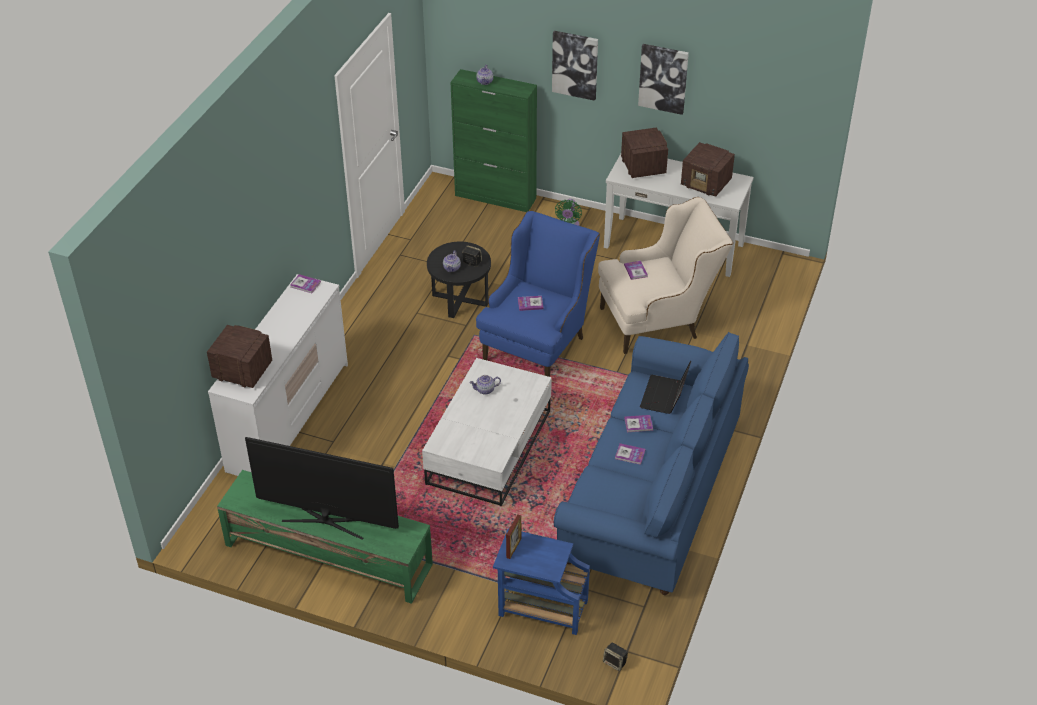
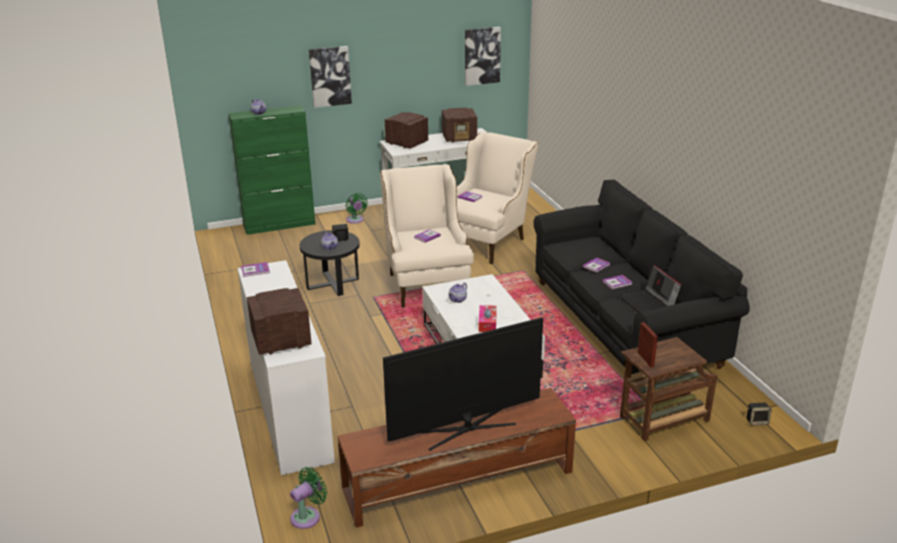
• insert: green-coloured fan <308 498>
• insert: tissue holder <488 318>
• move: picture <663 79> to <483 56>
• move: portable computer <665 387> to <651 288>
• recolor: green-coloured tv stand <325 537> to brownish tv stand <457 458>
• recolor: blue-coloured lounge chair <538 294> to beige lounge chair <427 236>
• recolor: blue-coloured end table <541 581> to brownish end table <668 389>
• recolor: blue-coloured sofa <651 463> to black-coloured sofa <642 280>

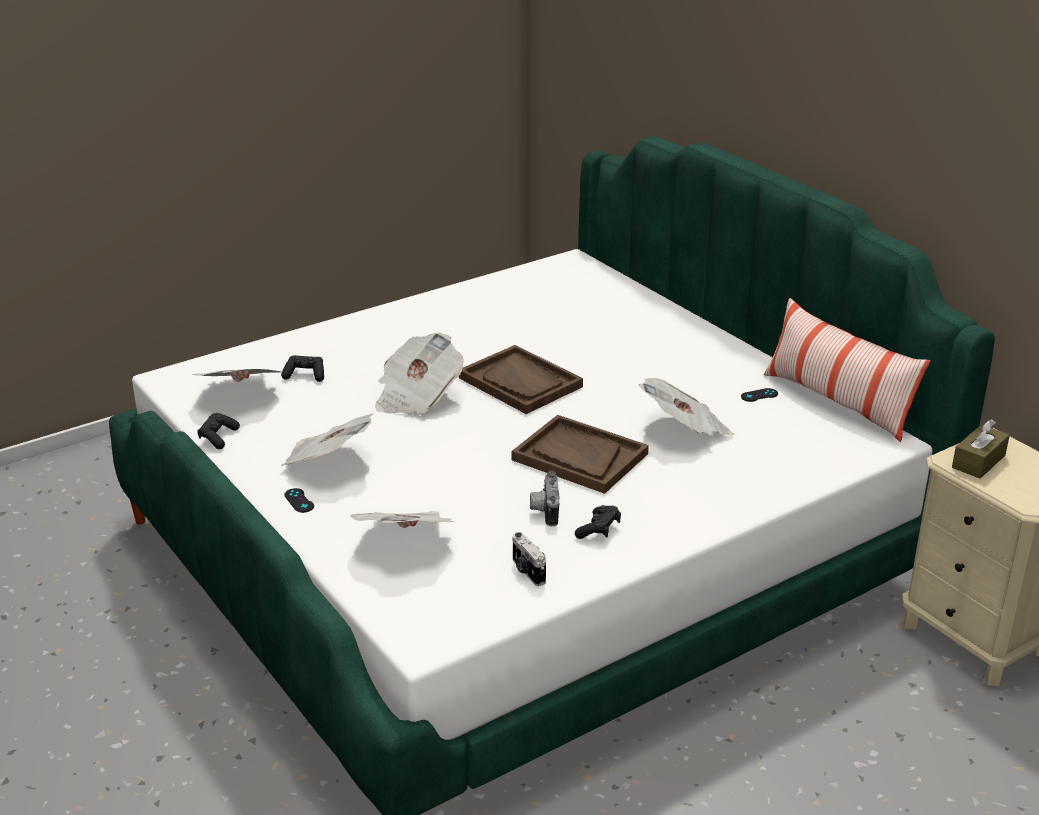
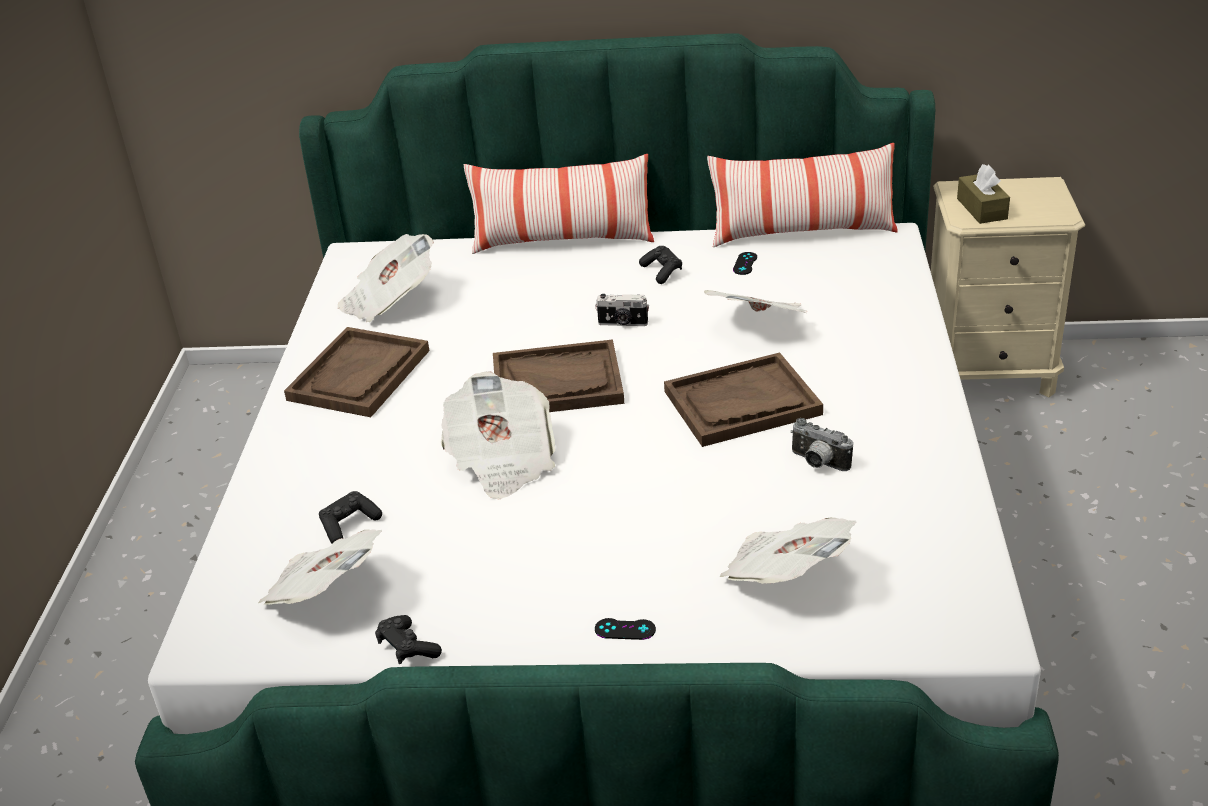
• insert: brownish tray <356 372>
• insert: pillow <559 204>
• move: daily paper <327 439> to <386 278>
• move: photo camera <529 559> to <622 310>
• move: black-coloured gamepad <598 522> to <660 265>

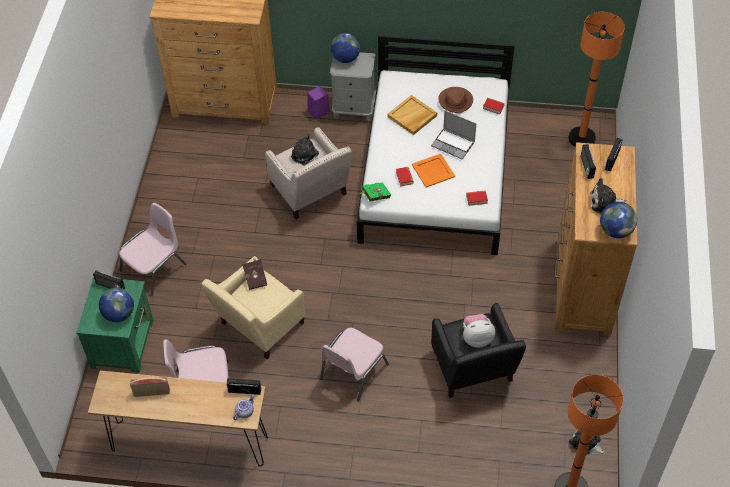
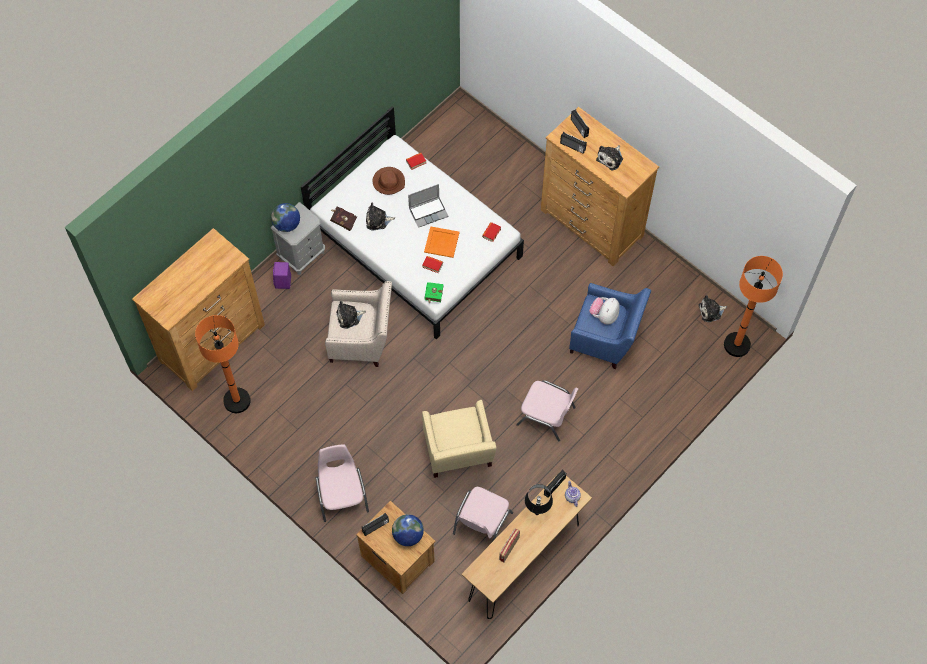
• delete: desk globe <618 220>
• insert: black-coloured table lamp <539 499>
• move: red-coloured book <254 274> to <343 218>
• move: orange standard lamp <596 79> to <223 364>
• replace: beige tray <412 115> to plush toy <380 217>
• recolor: green-coloured nightstand <114 325> to brownish nightstand <396 547>
• recolor: black-coloured lounge chair <478 350> to blue-coloured lounge chair <610 326>
• rotate: pink-coloured upright chair <354 365> = <547 411> 45 degrees counterclockwise

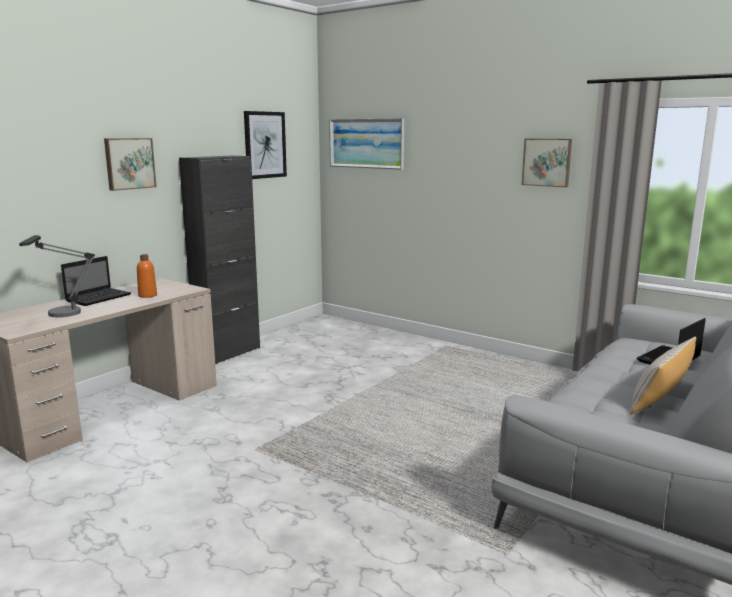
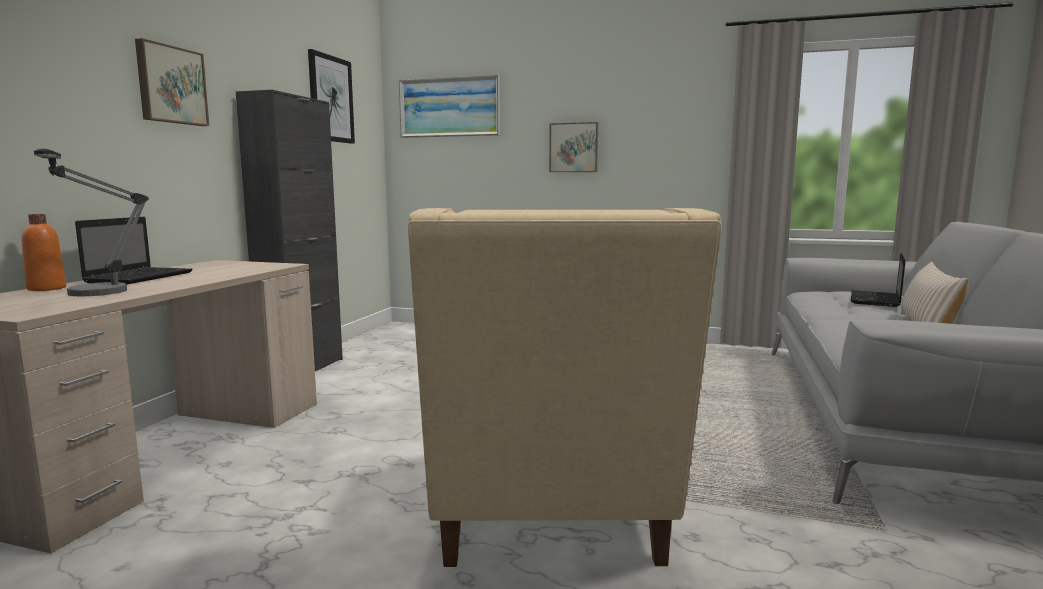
• insert: beige lounge chair <564 387>
• move: orange drink bottle <147 276> to <43 252>
• move: picture <547 163> to <573 147>

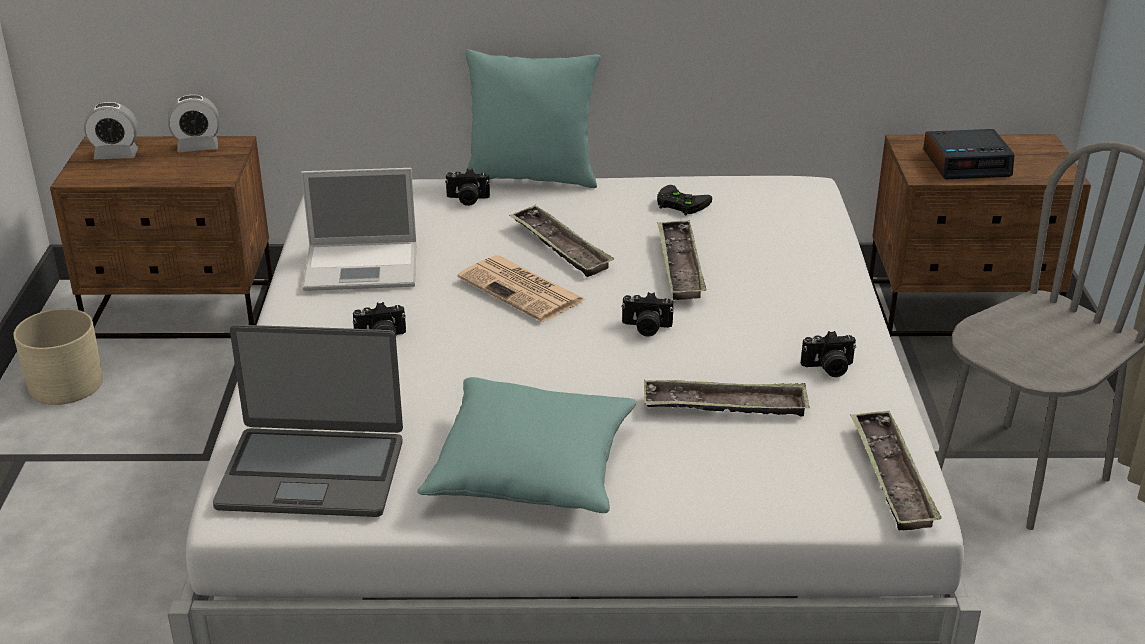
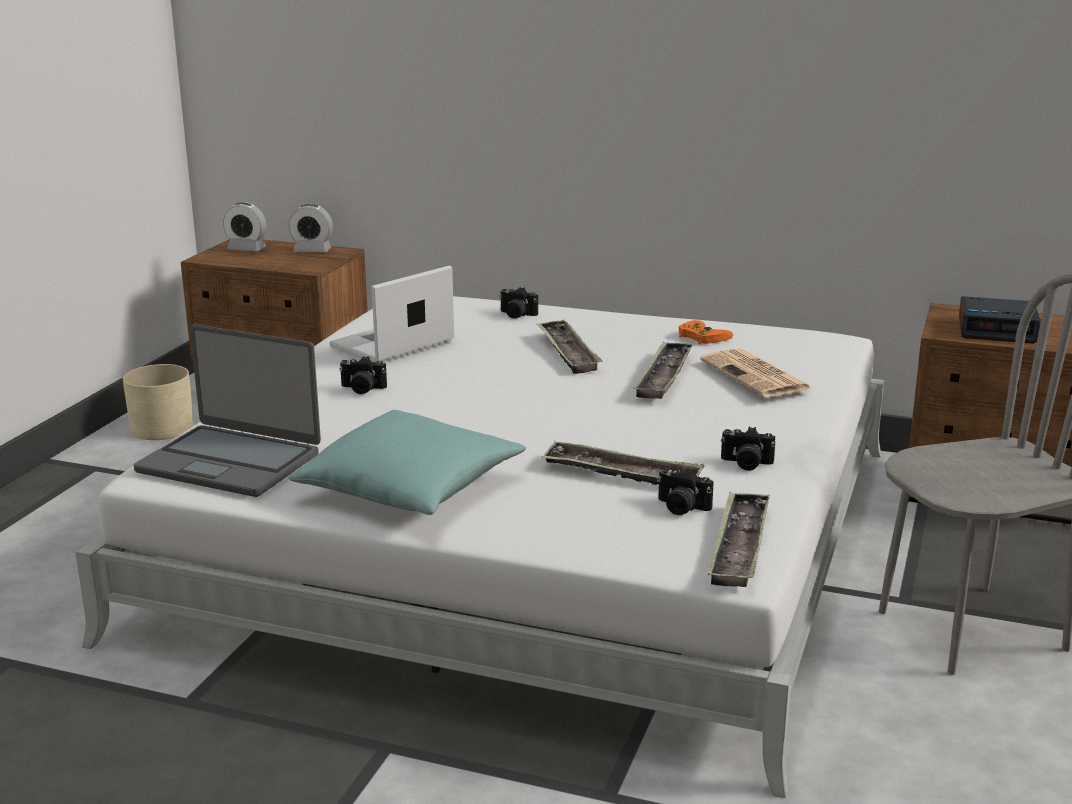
• delete: turquoise-coloured pillow <533 118>
• move: daily paper <521 288> to <756 373>
• move: photo camera <647 314> to <685 491>
• recolor: black-coloured gamepad <684 200> to orange gamepad <705 332>
• rotate: portable computer <358 229> = <391 314> 120 degrees clockwise

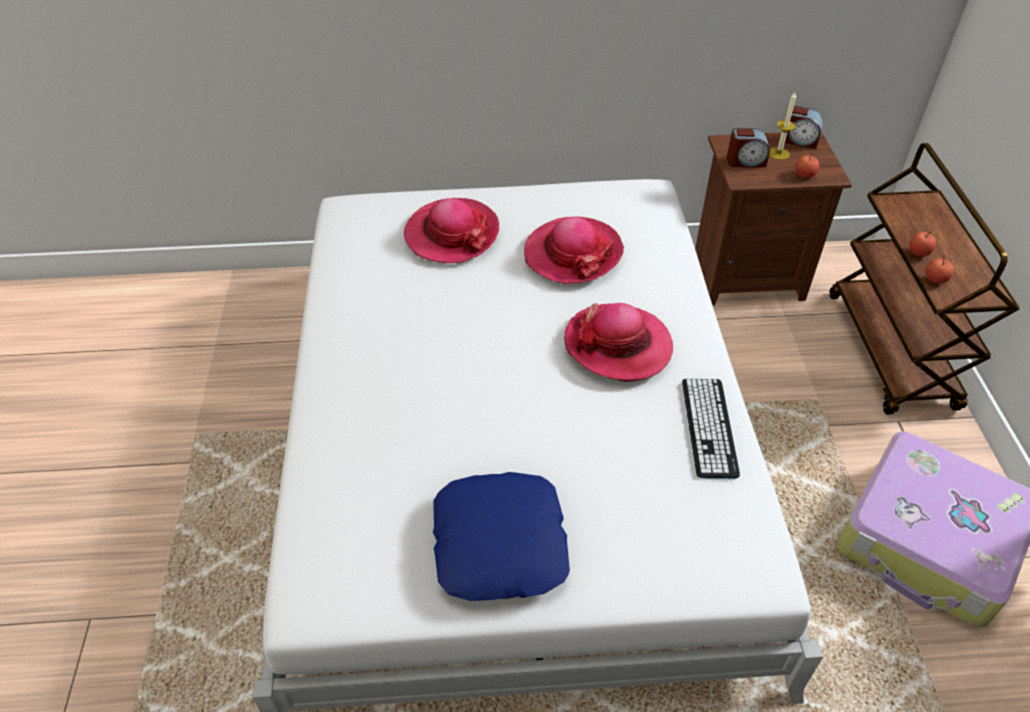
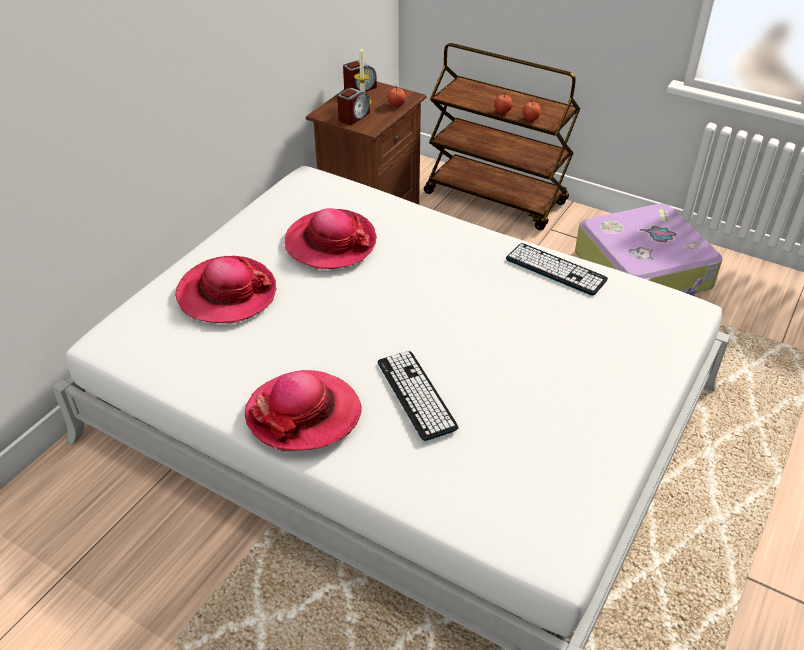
• delete: blue-coloured pillow <501 536>
• insert: keyboard <417 396>
• move: hat <618 342> to <303 410>

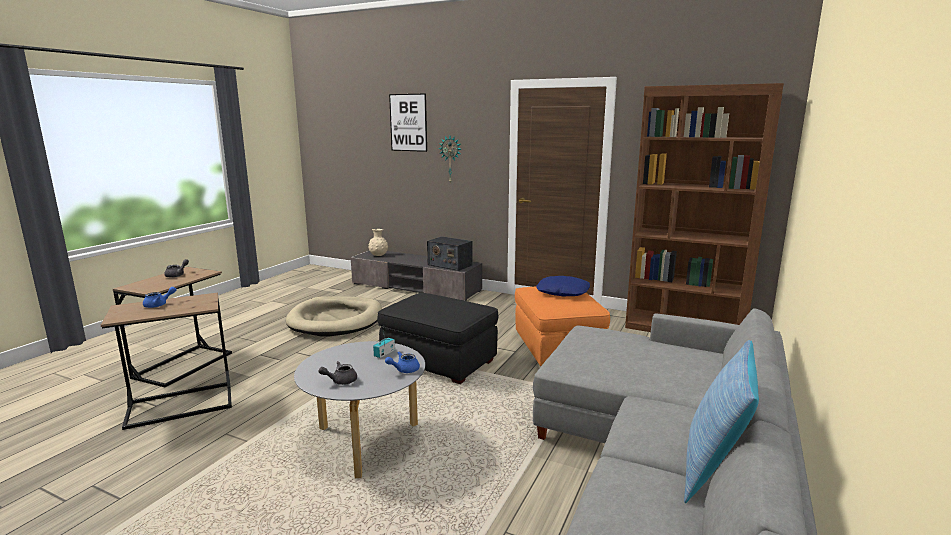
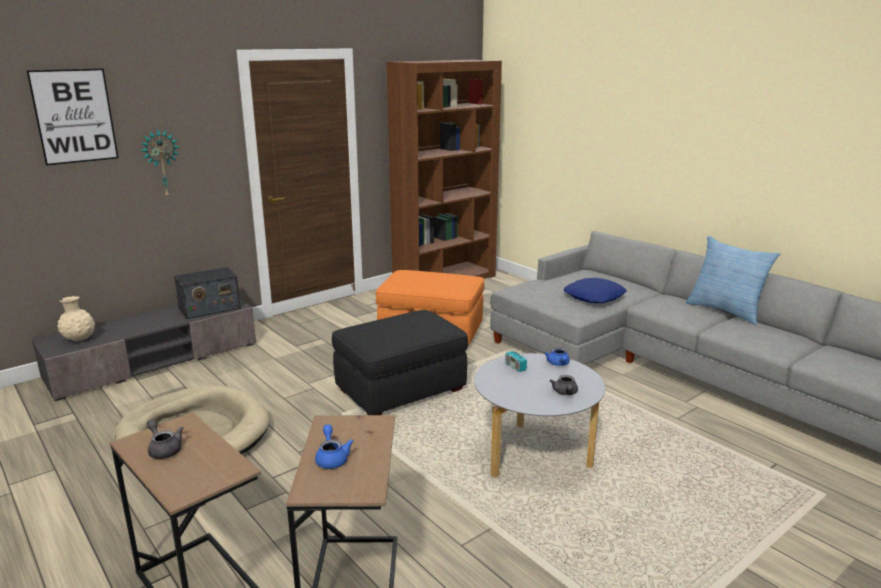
• move: blue-coloured pillow <563 286> to <595 290>

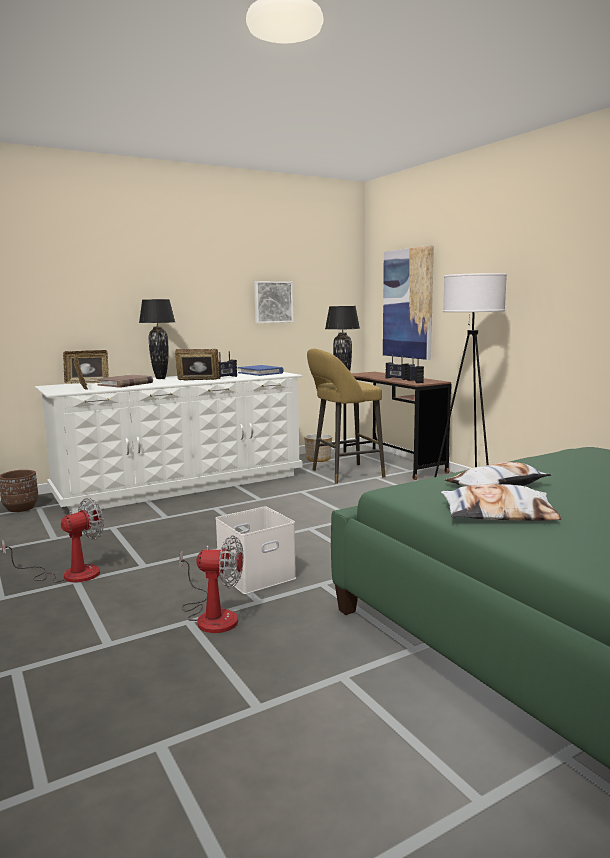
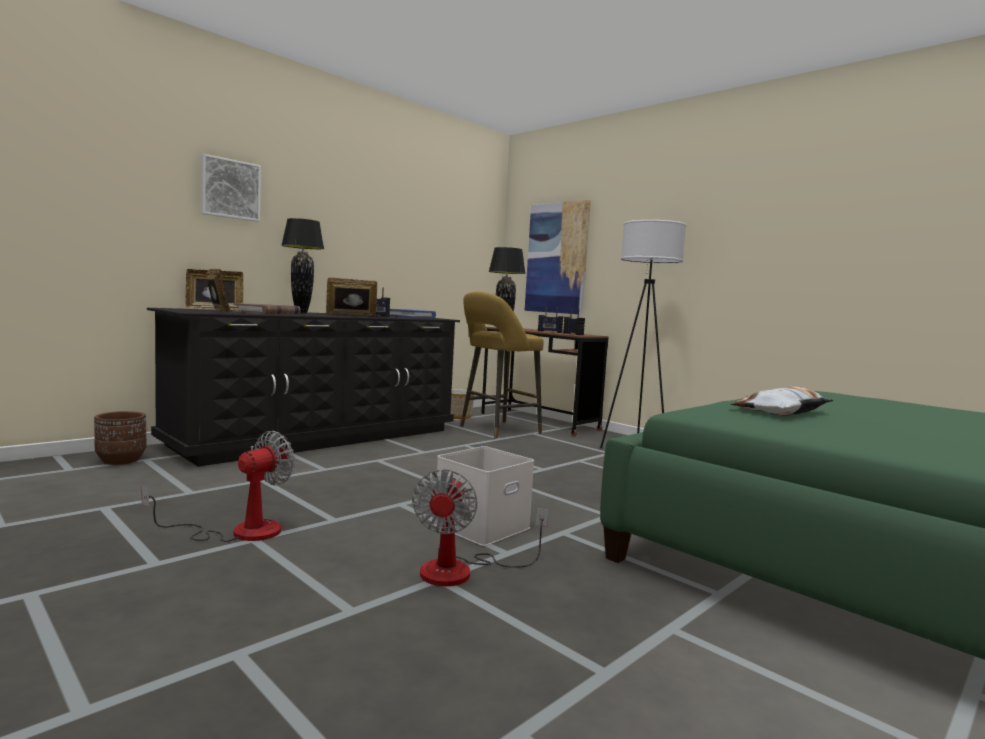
• delete: pillow <501 502>
• move: picture <273 302> to <231 188>
• recolor: white-coloured dresser <169 442> to black-coloured dresser <303 387>
• rotate: fan <211 584> = <480 527> 105 degrees clockwise

